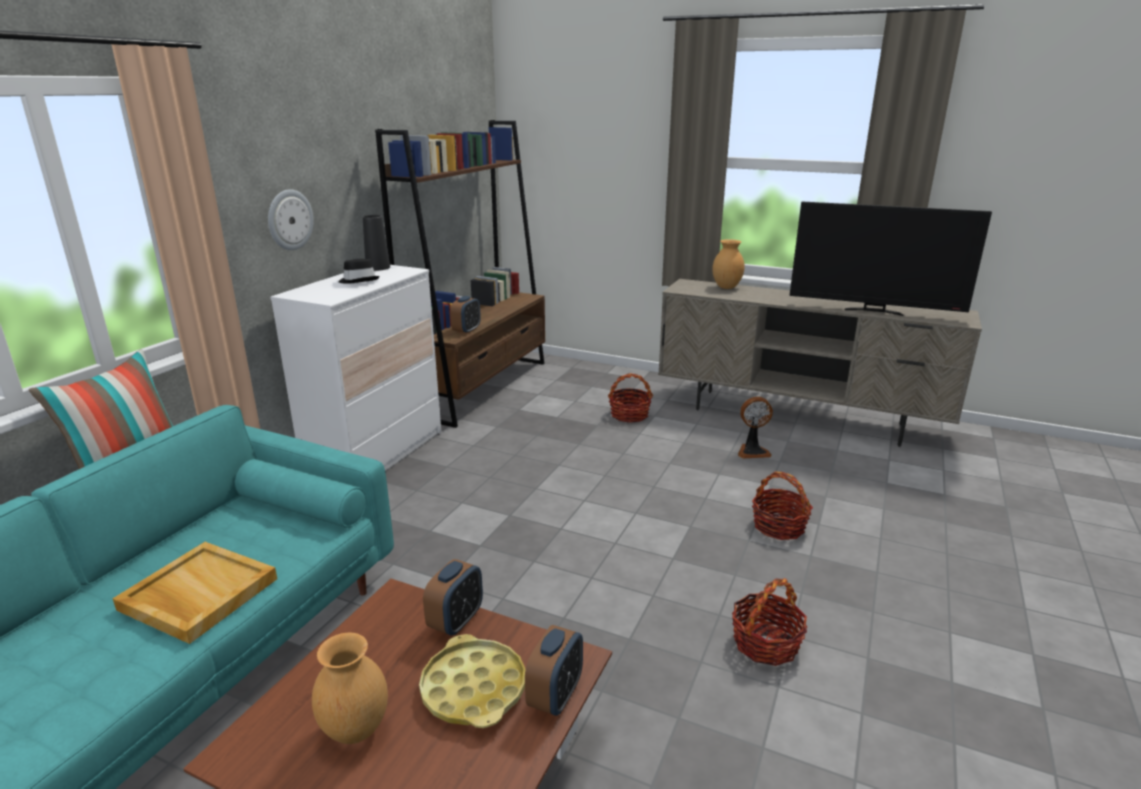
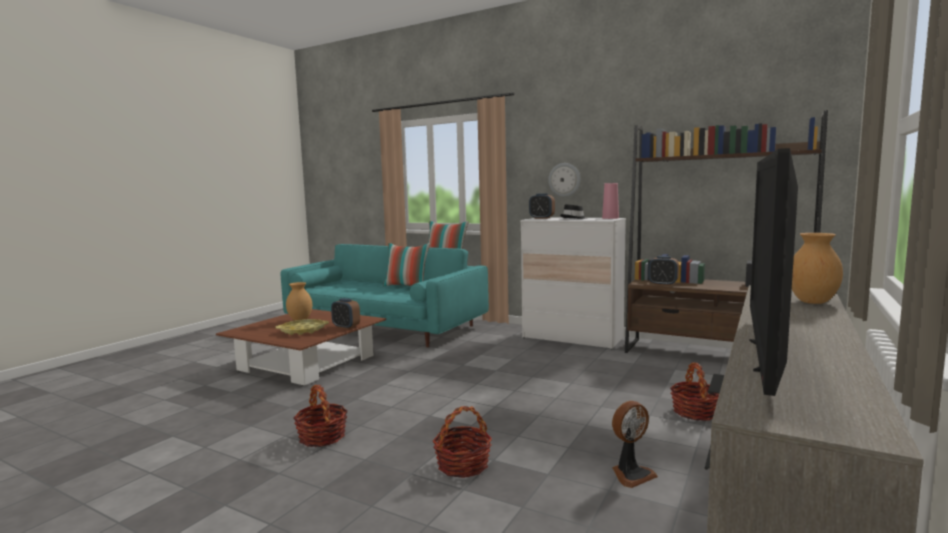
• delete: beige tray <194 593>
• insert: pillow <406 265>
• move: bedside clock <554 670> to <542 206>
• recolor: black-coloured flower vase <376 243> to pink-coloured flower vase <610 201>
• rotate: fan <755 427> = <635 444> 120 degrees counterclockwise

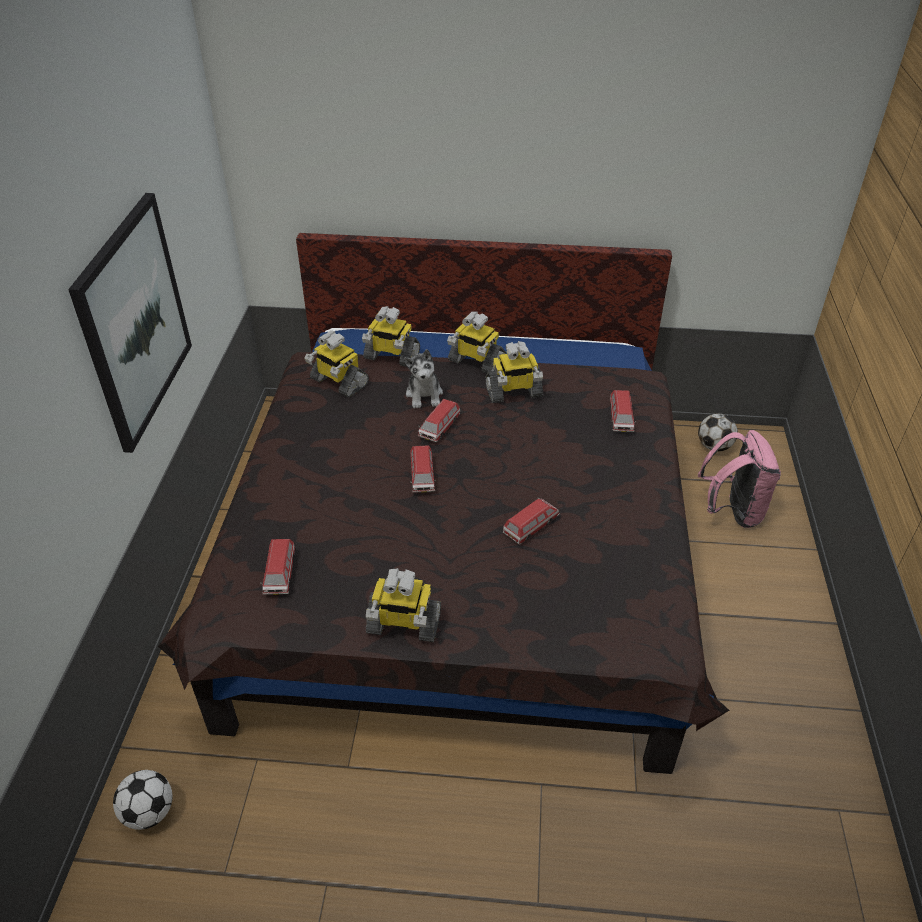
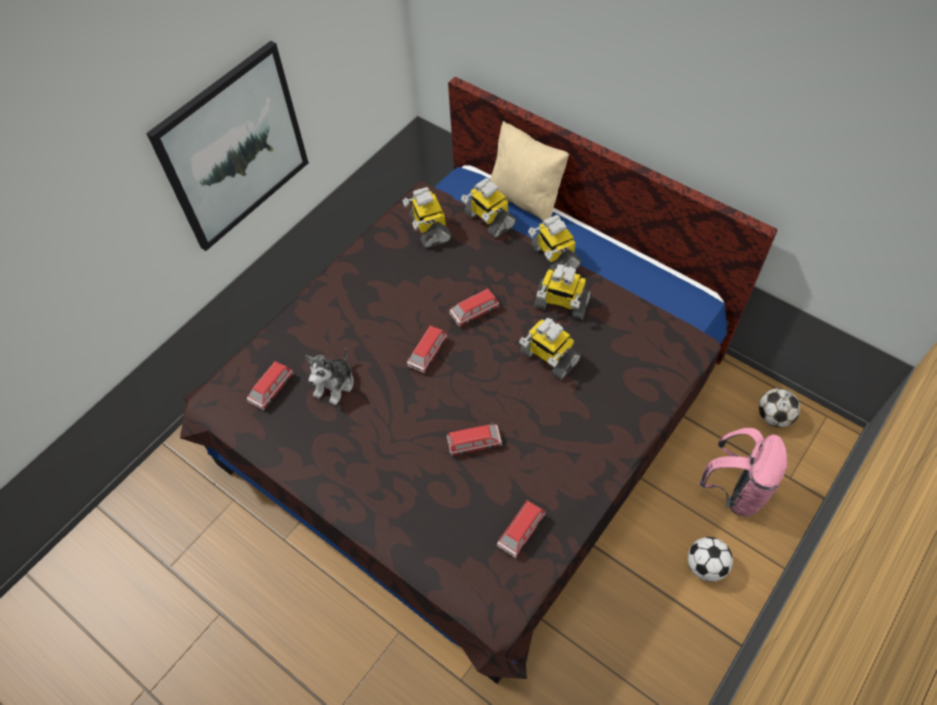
• insert: beige pillow <529 171>
• move: football <142 800> to <710 559>
• move: model robot <403 605> to <550 349>
• move: plush toy <423 379> to <329 376>
• move: miniature car <623 411> to <520 529>

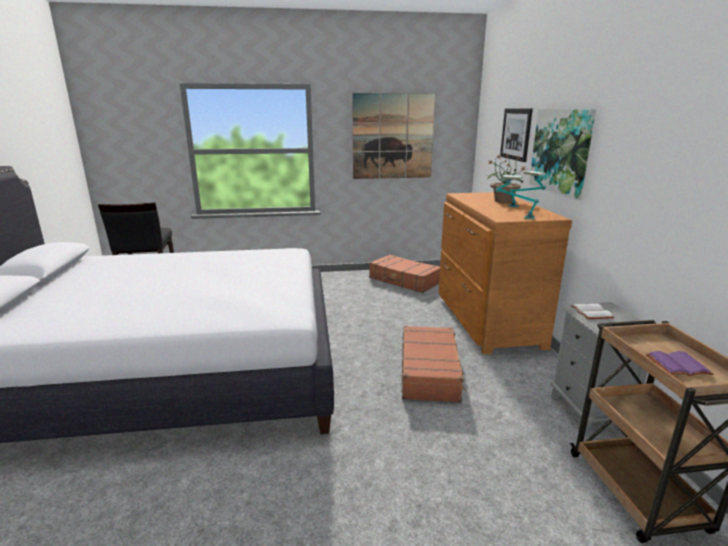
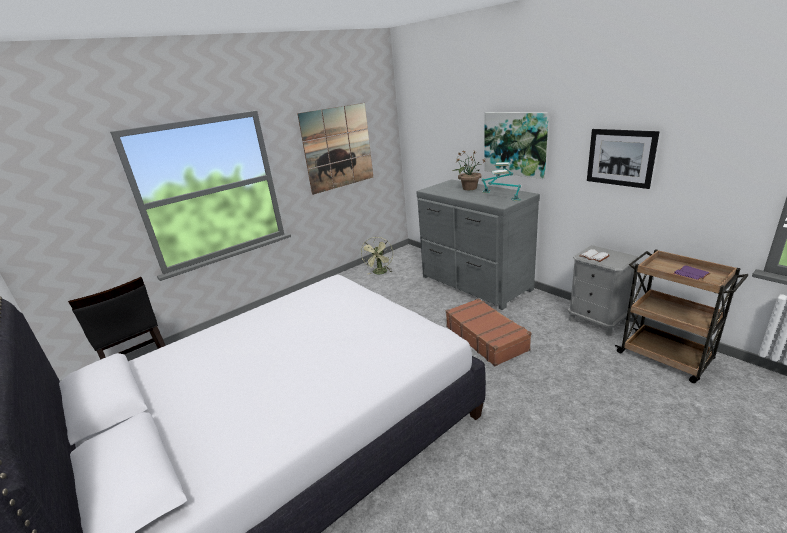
• move: picture <516 135> to <623 159>
• replace: brownish travel case <404 273> to green-coloured fan <377 255>
• recolor: brownish dresser <505 273> to gray dresser <478 244>

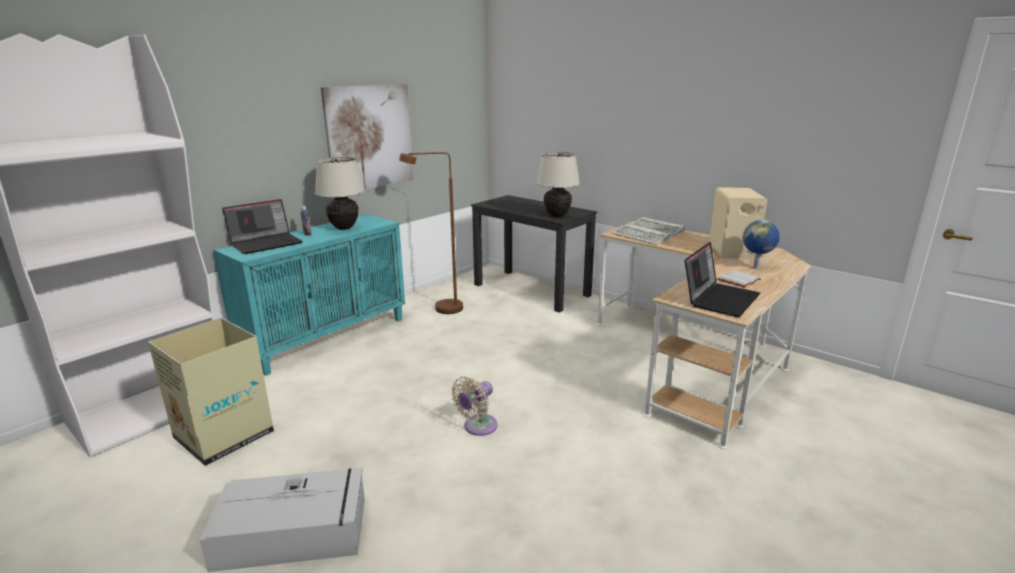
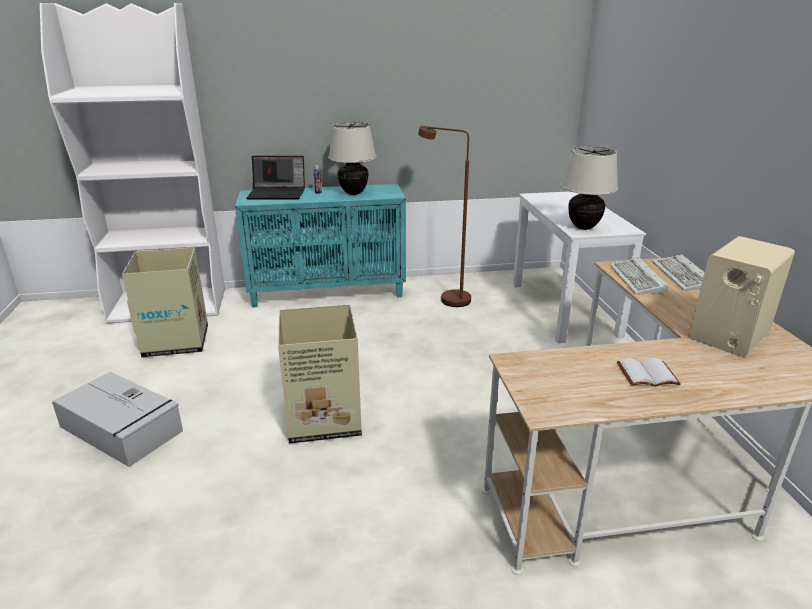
• delete: picture <367 136>
• delete: portable computer <722 279>
• delete: desk globe <761 244>
• replace: beige fan <474 406> to cardboard box <320 374>
• recolor: black-coloured desk unit <534 254> to white-coloured desk unit <579 267>

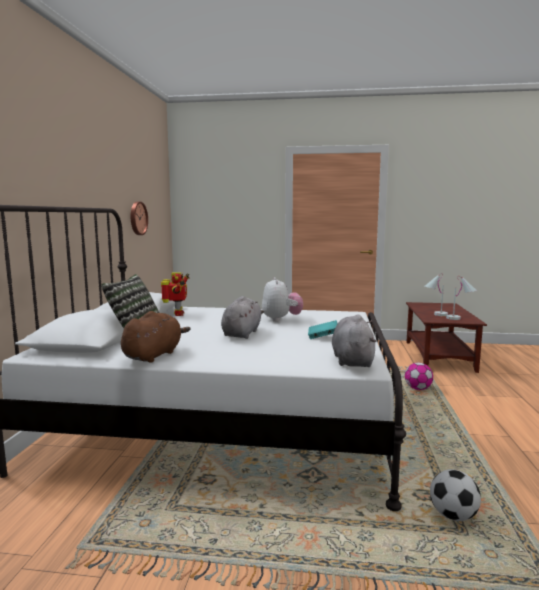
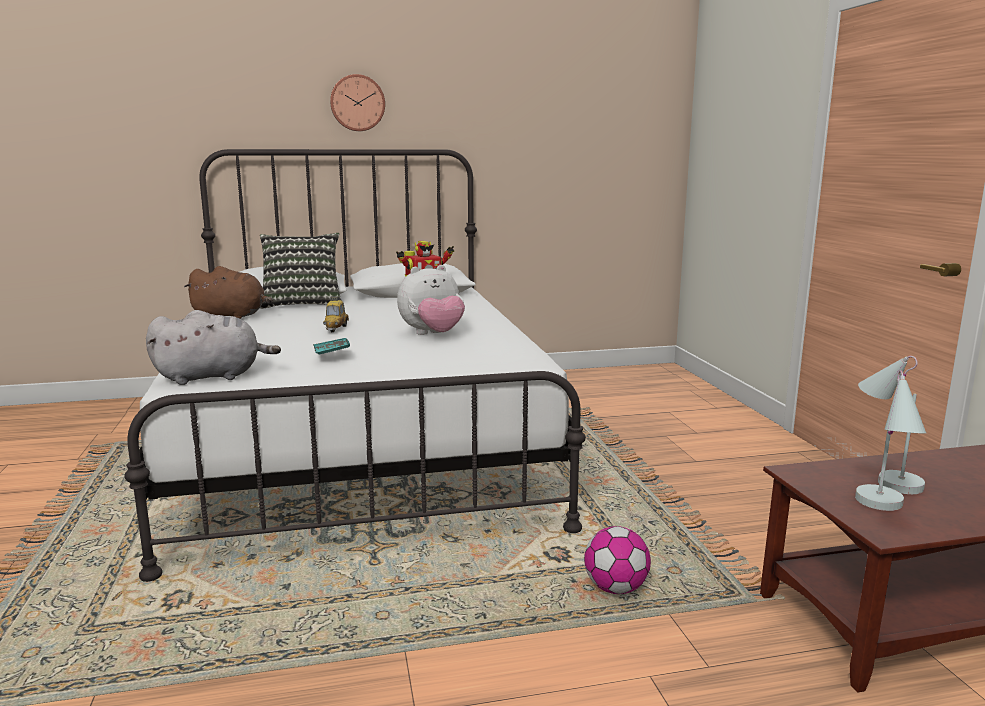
• delete: football <455 495>
• move: clock on the wall <139 218> to <357 102>
• replace: gray plush toy <242 317> to miniature car <336 314>

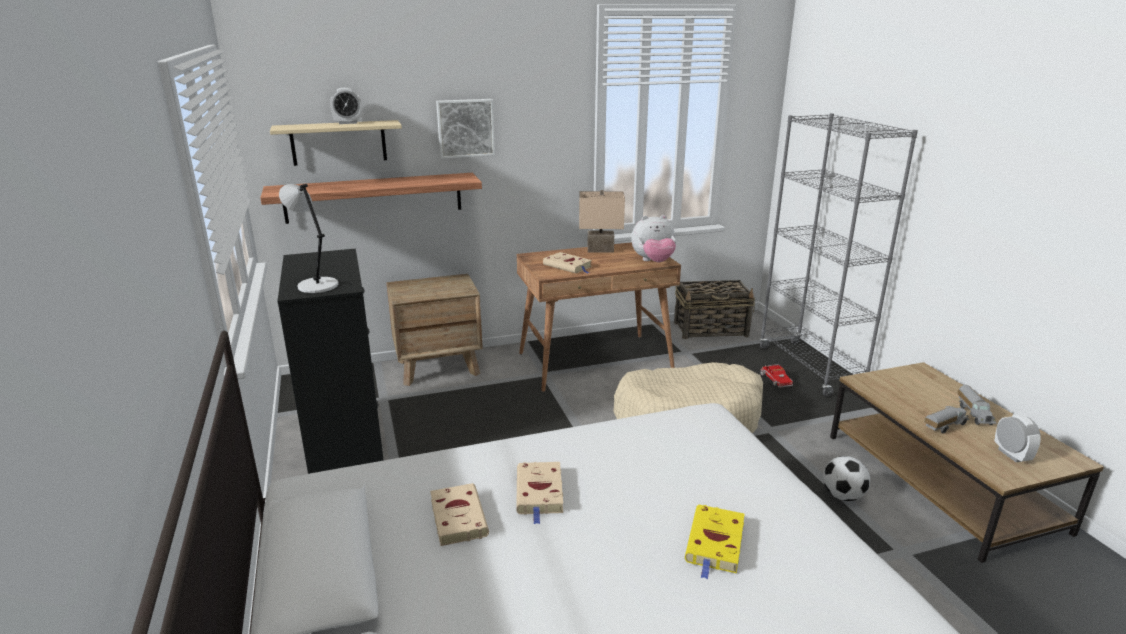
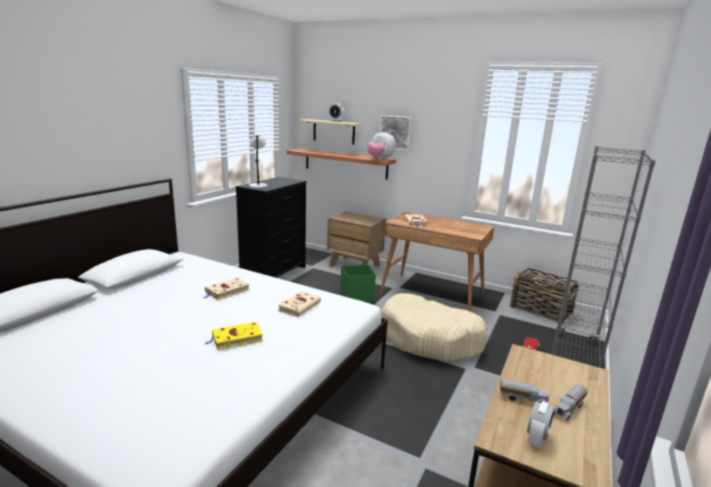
• delete: beige table lamp <602 221>
• delete: football <846 478>
• insert: green-coloured storage box <358 283>
• move: beige book <459 514> to <299 304>
• move: plush toy <653 238> to <381 145>

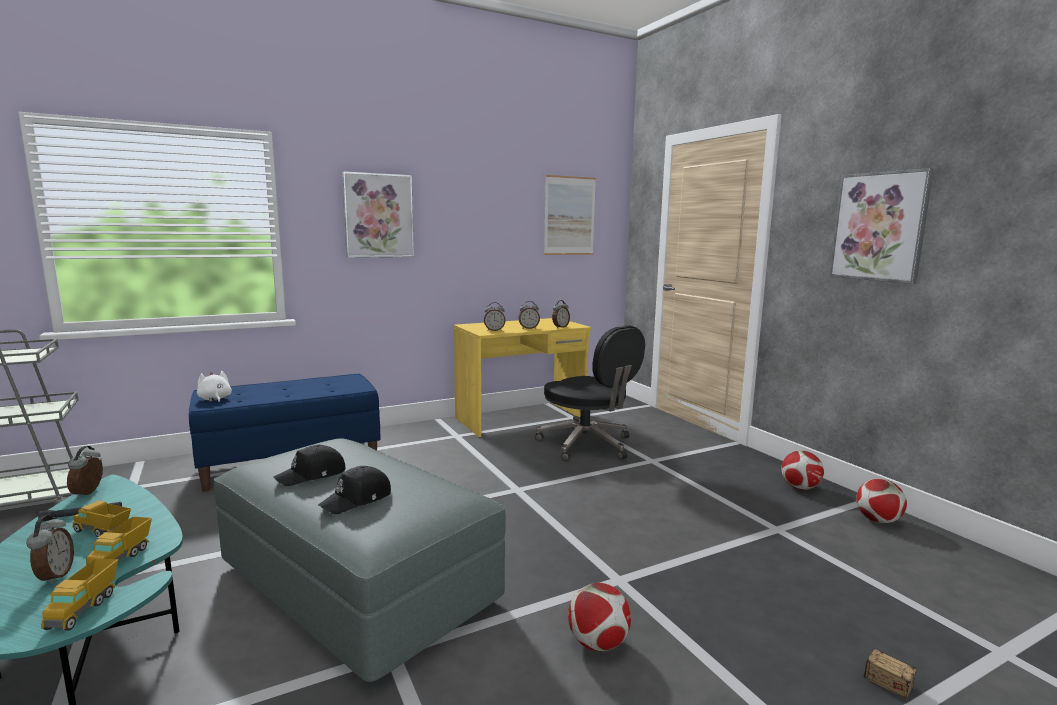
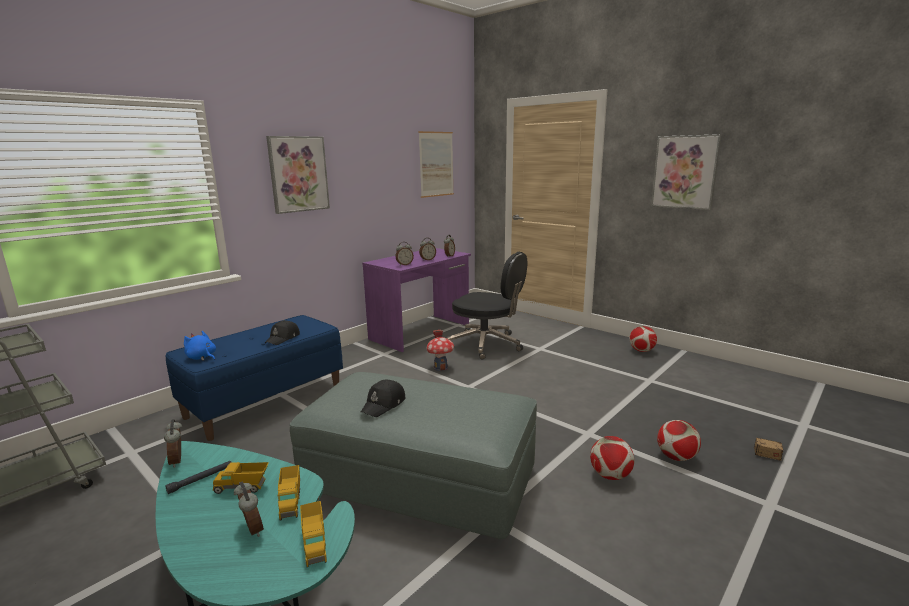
• insert: toy house <440 350>
• move: black-coloured peaked cap <354 490> to <282 332>
• move: football <881 501> to <679 440>
• recolor: white-coloured plush toy <214 387> to blue-coloured plush toy <200 346>
• recolor: yellowish desk unit <523 377> to purple desk unit <416 300>

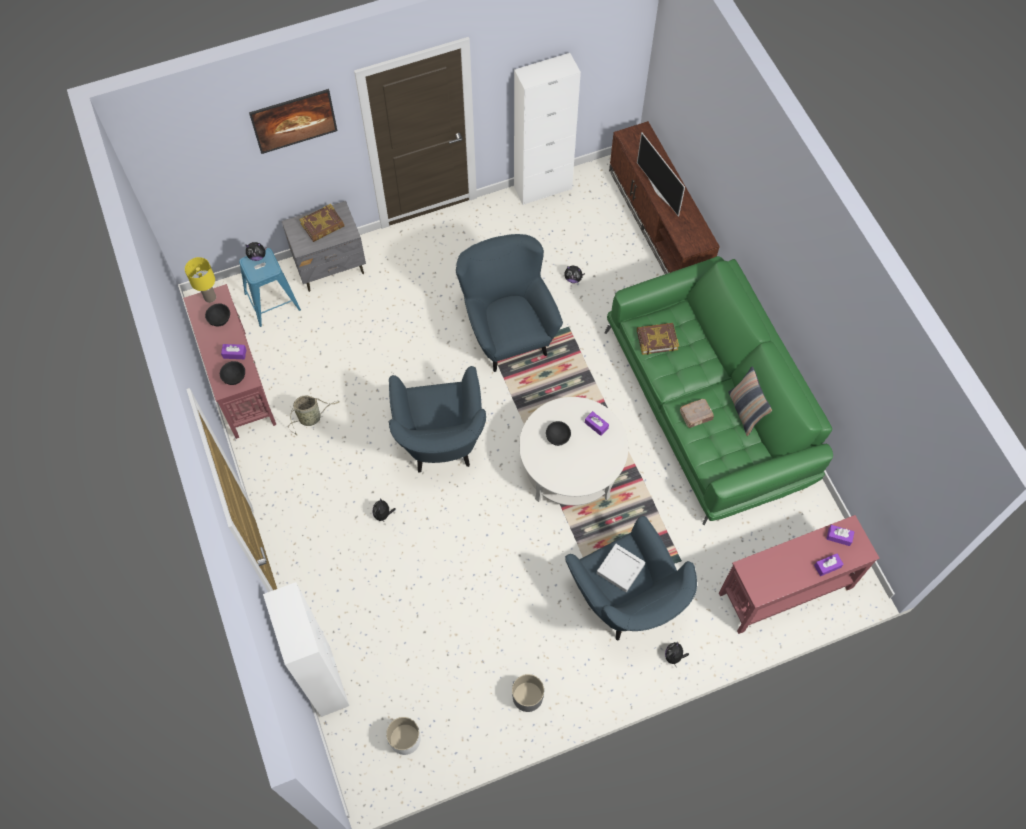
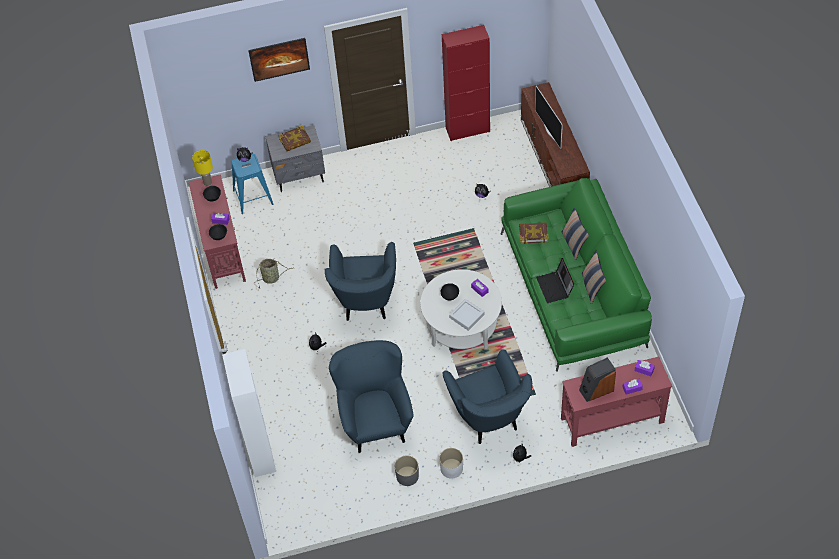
• insert: pillow <575 234>
• insert: loudspeaker <597 379>
• move: white-coloured planter <403 736> to <451 463>
• move: blue-coloured lounge chair <509 303> to <371 396>
• move: gray tray <621 568> to <466 315>
• replace: brownish book <697 413> to portable computer <555 280>
• recolor: white-coloured cupboard <547 129> to red-coloured cupboard <466 83>

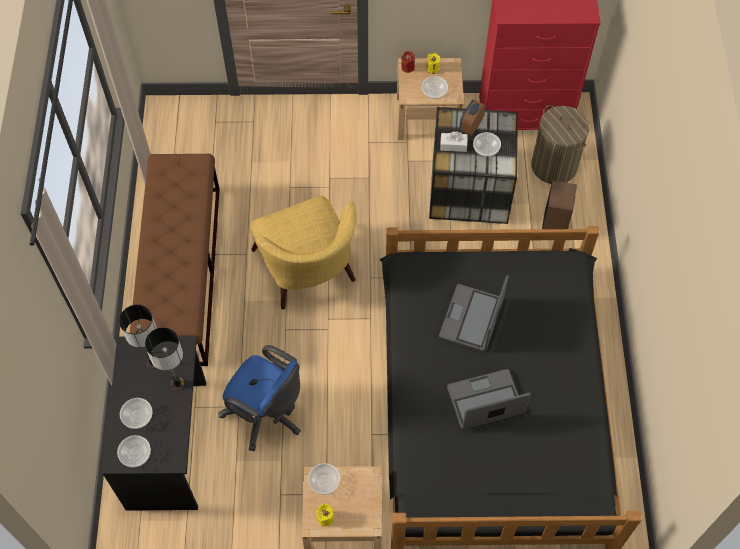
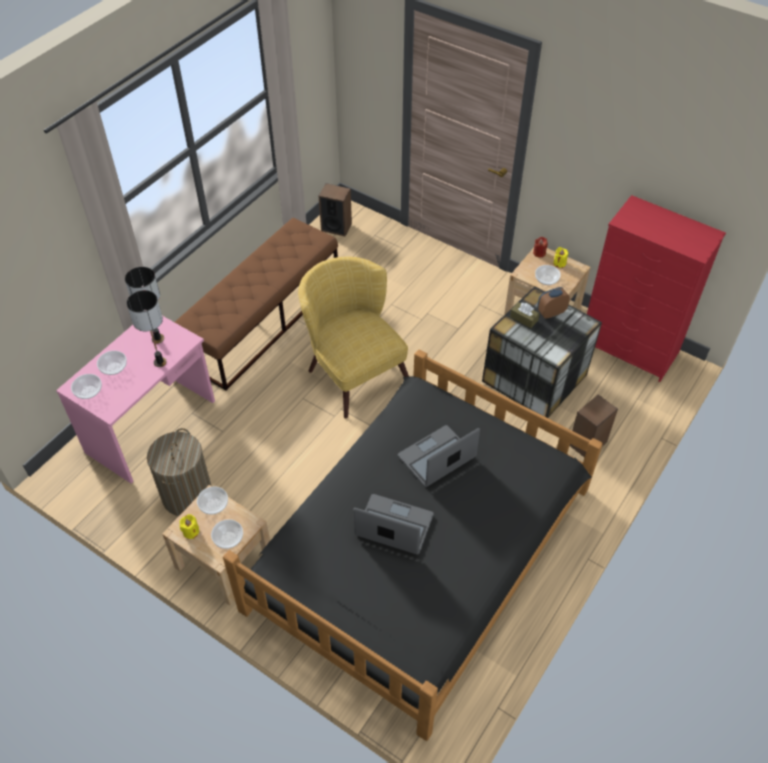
• delete: blue-coloured computer chair <260 398>
• insert: loudspeaker <335 209>
• move: bowl <487 144> to <227 534>
• move: hamper <560 144> to <179 472>
• recolor: black-coloured desk unit <154 423> to pink-coloured desk unit <135 400>
• recolor: white-coloured tissue holder <453 141> to brownish tissue holder <525 315>
• rotate: yellowish lounge chair <303 253> = <353 337> 135 degrees clockwise

